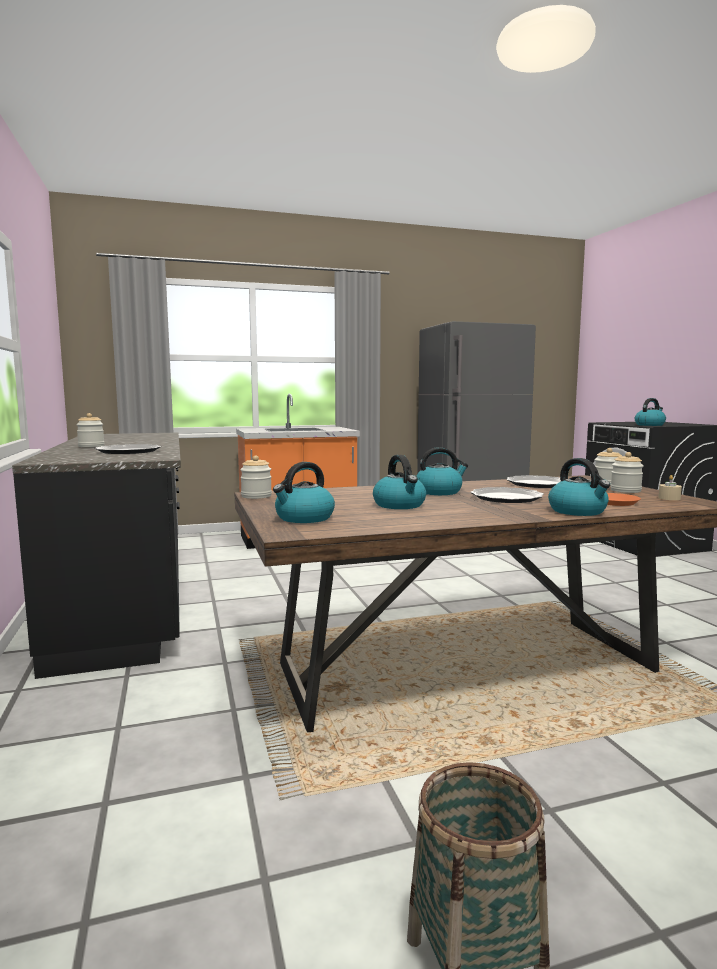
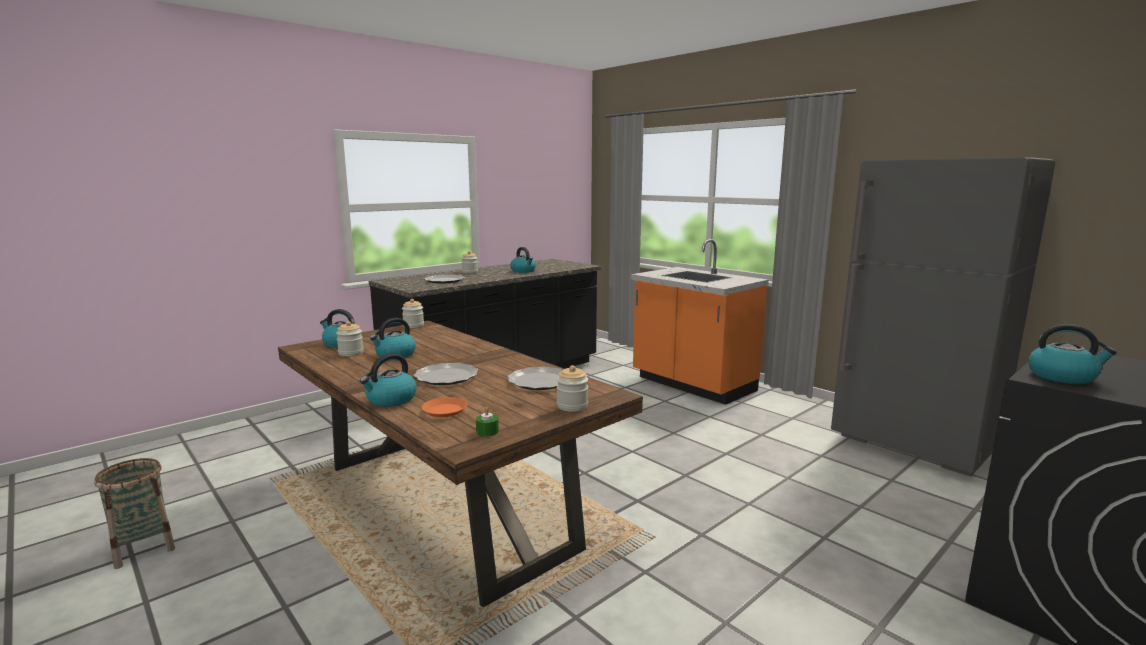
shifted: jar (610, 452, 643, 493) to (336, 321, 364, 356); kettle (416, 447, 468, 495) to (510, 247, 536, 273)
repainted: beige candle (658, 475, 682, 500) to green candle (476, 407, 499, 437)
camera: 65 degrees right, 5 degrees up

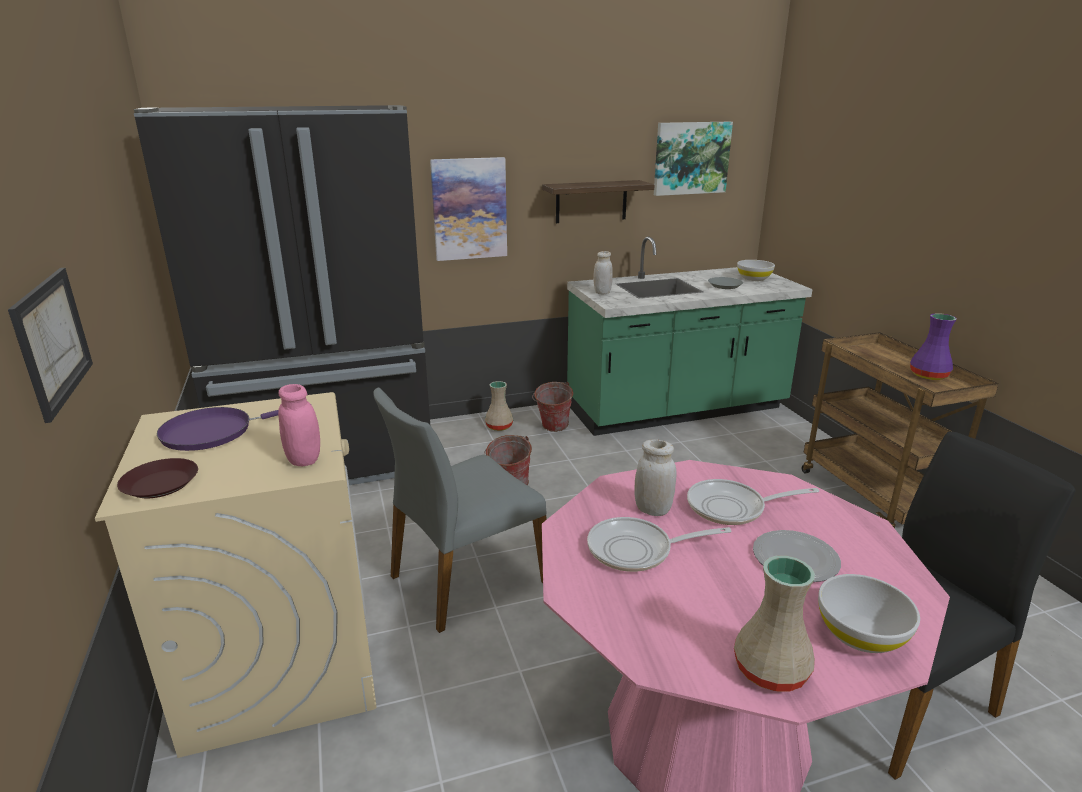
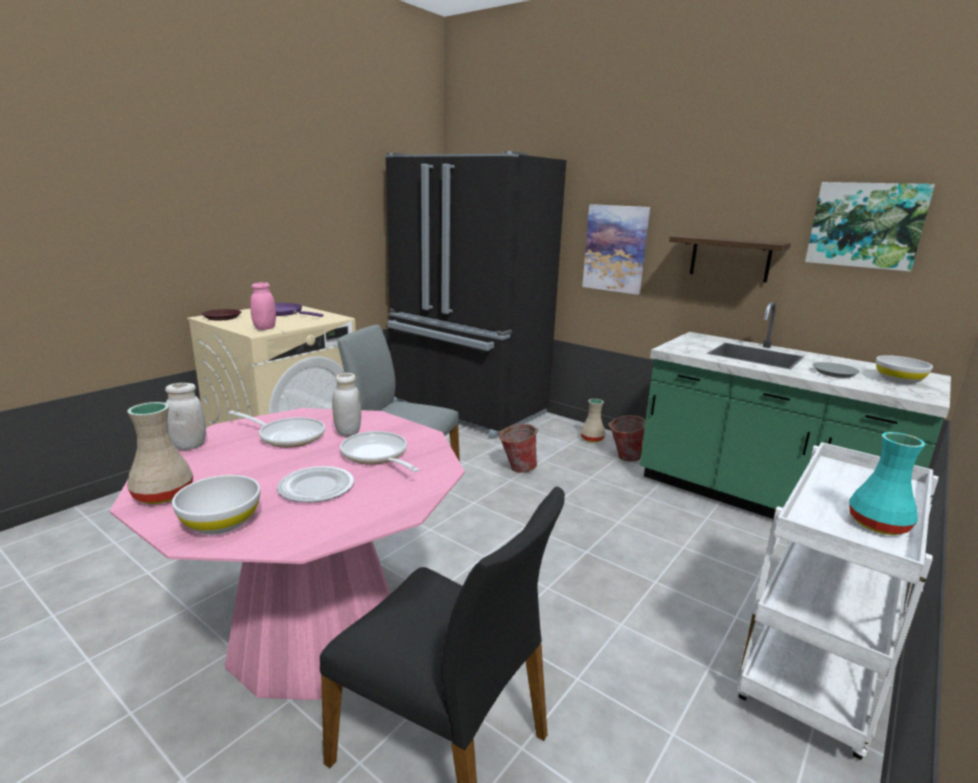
gone: picture (8, 268, 93, 423)
shifted: white jar (593, 251, 613, 294) to (165, 383, 206, 450)
repainted: brown cart (802, 332, 999, 528) to white cart (737, 442, 939, 760); purple vase (910, 313, 957, 380) to turquoise vase (849, 432, 926, 535)
rotated: frying pan (587, 517, 732, 572) = (229, 411, 325, 448) 150 degrees clockwise
camera: 55 degrees right, 5 degrees down

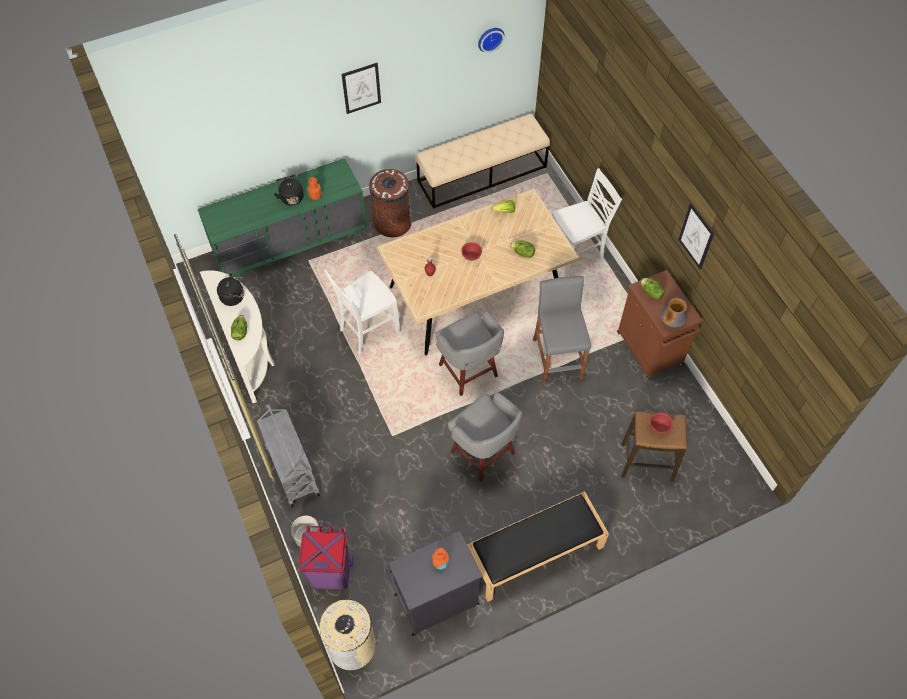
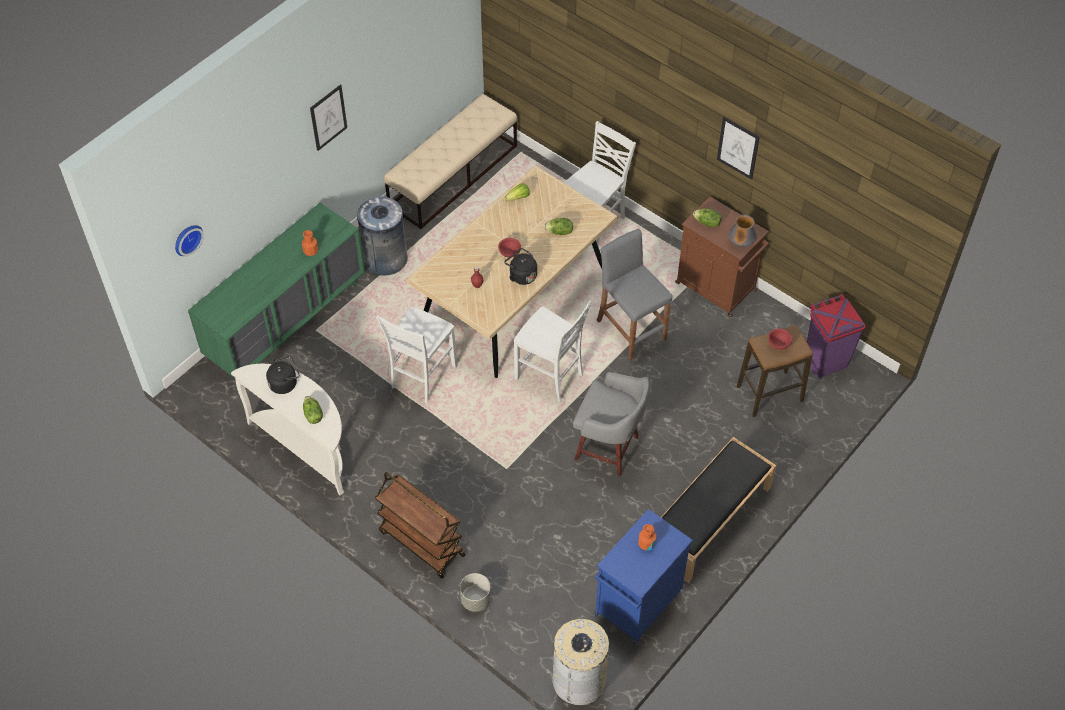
shifted: wall clock (478, 28, 505, 53) to (175, 225, 204, 256); black kettle (274, 174, 304, 206) to (504, 248, 537, 285); purple trash can (298, 525, 354, 589) to (807, 294, 866, 378)
swapped: grey stool (435, 311, 504, 396) to white chair (514, 300, 592, 402)
repainted: brown trash can (369, 169, 412, 237) to grey trash can (357, 197, 408, 276); grey cart (257, 404, 320, 507) to brown cart (375, 472, 465, 579); black cabinet (387, 531, 482, 636) to blue cabinet (595, 509, 693, 645)
camera: 25 degrees left, 5 degrees down

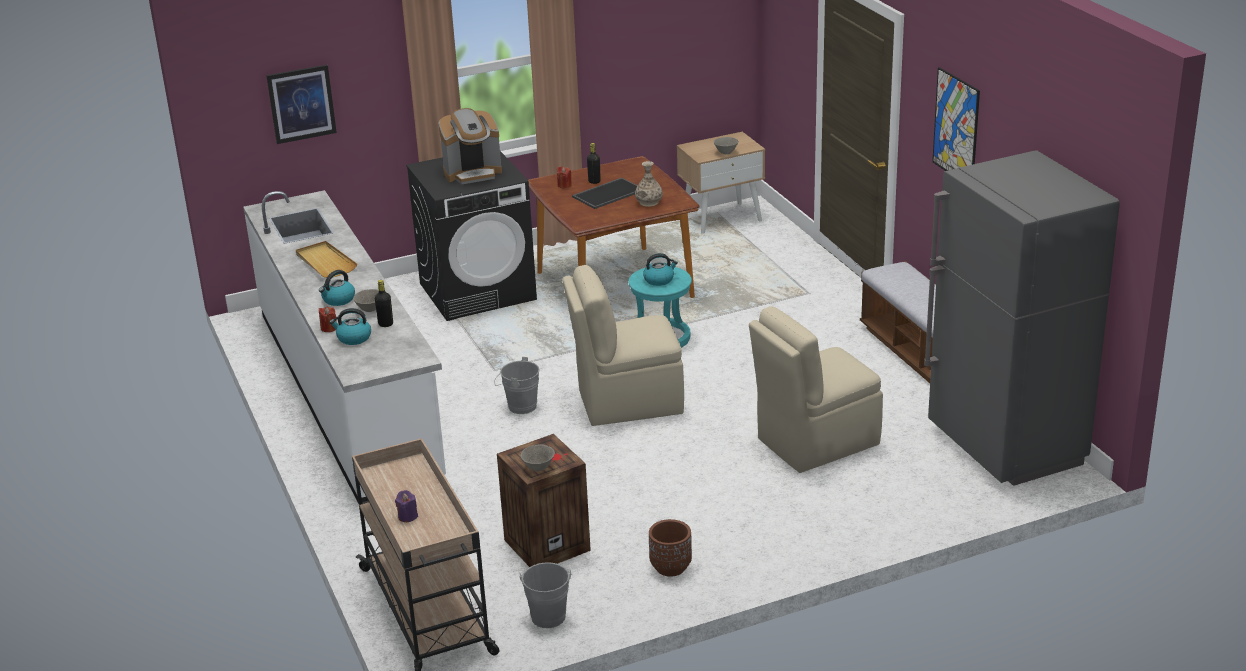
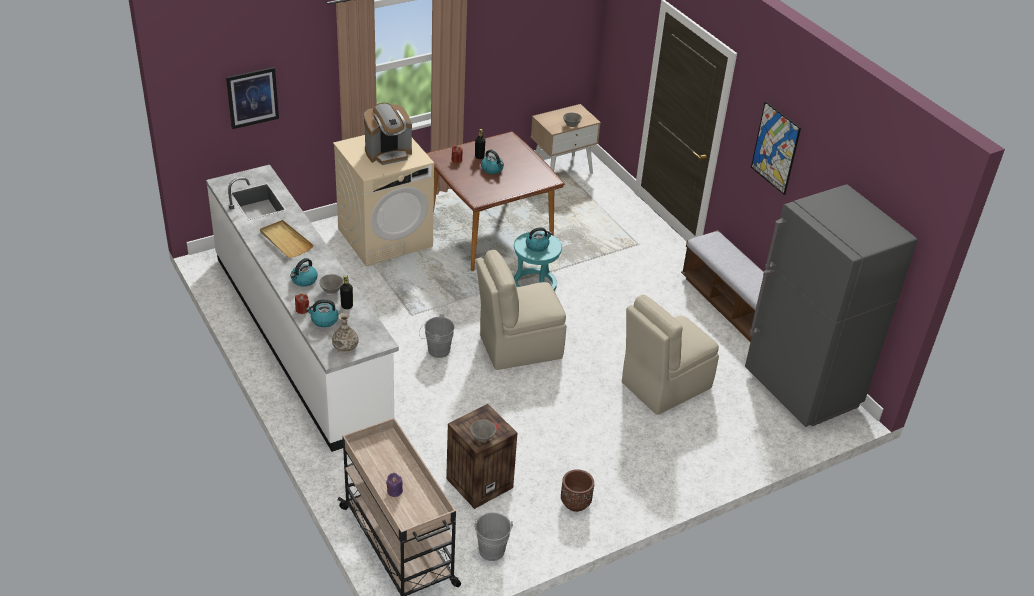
shifted: vase (635, 161, 663, 207) to (332, 313, 359, 353)
swapped: tray (572, 178, 638, 209) to kettle (481, 149, 504, 174)
repainted: black washing machine (406, 151, 537, 321) to beige washing machine (333, 135, 434, 266)
camera: 10 degrees left, 10 degrees up

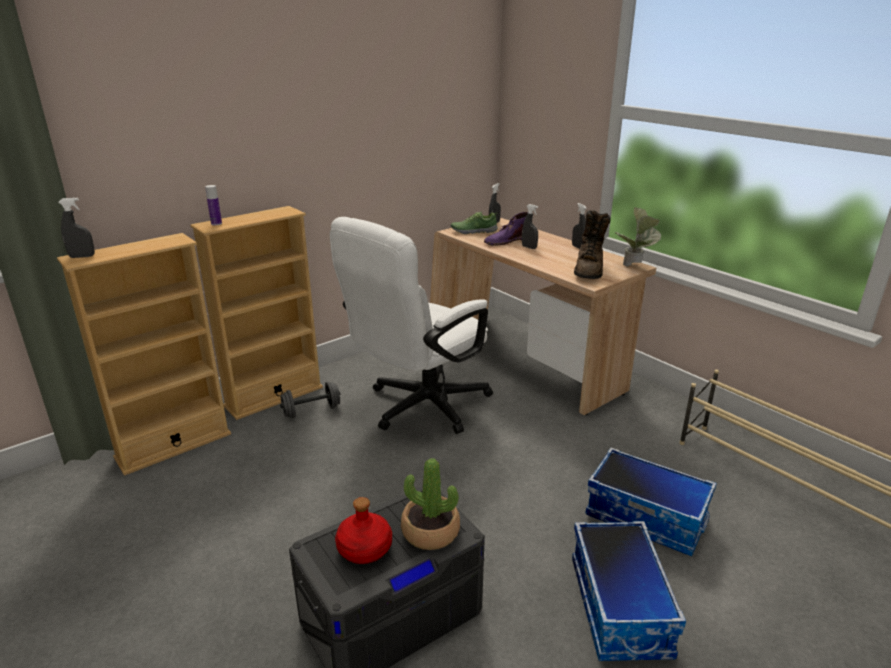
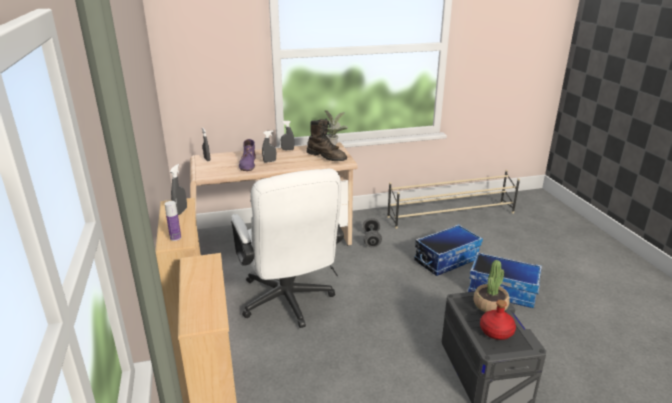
gone: shoe (450, 212, 498, 234)
shifted: grey spray bottle (58, 198, 95, 258) to (170, 164, 187, 215); grey dumbbell (280, 381, 340, 418) to (363, 218, 382, 248)
camera: 65 degrees left, 0 degrees up

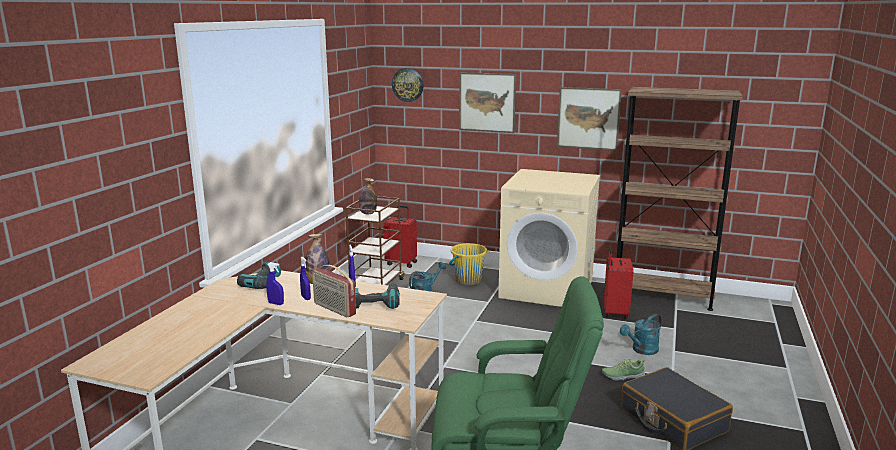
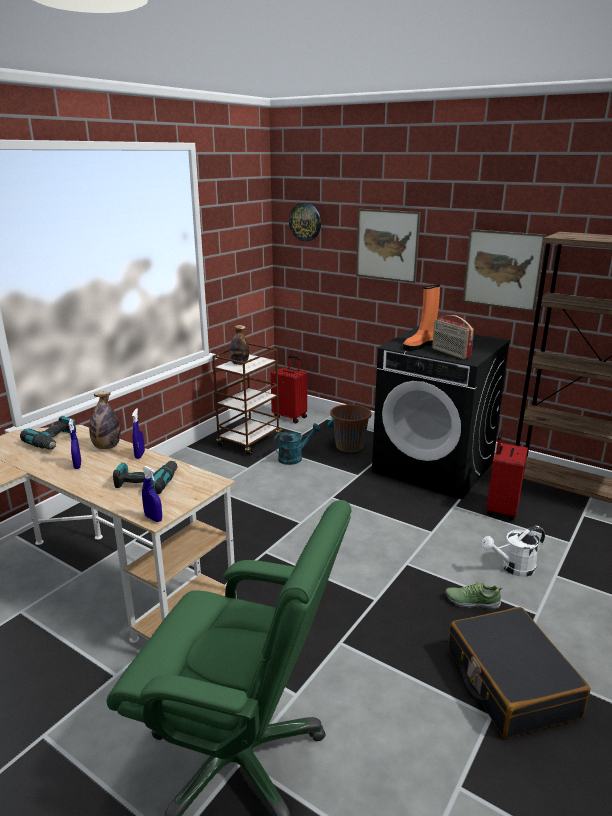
new: orange boot (403, 284, 440, 351)
shifted: blue spray bottle (266, 262, 284, 305) to (142, 466, 162, 522); radio (312, 265, 356, 318) to (432, 315, 474, 359)
repainted: yellow bucket (449, 243, 487, 286) to brown bucket (328, 404, 372, 453); beige washing machine (498, 169, 600, 307) to black washing machine (372, 325, 511, 500); turquoise watering can (620, 314, 662, 355) to white watering can (481, 526, 545, 577)
camera: 15 degrees right, 5 degrees up

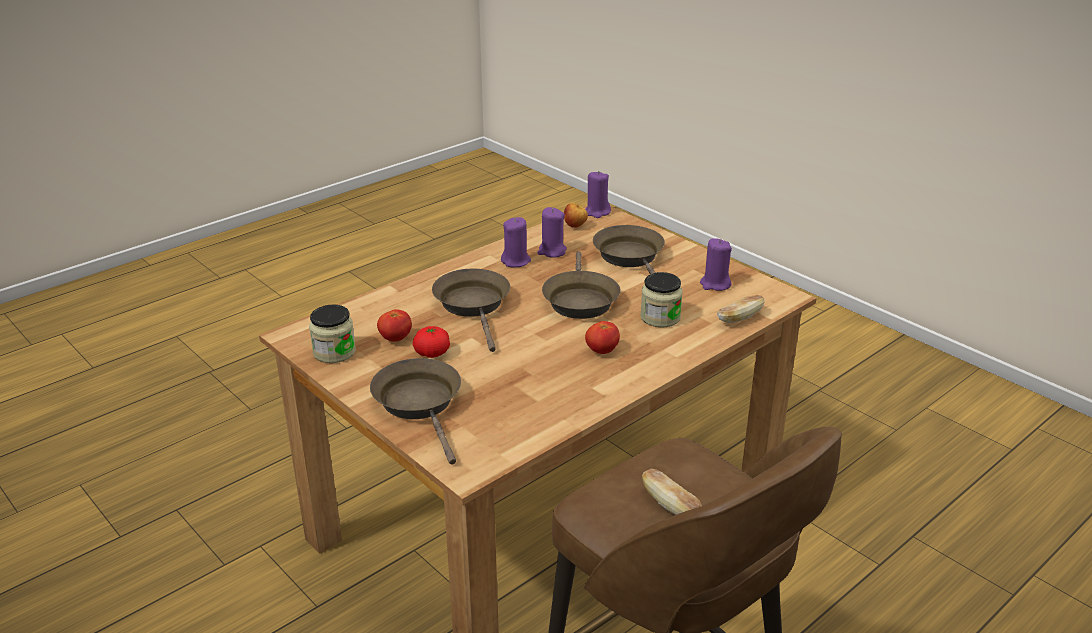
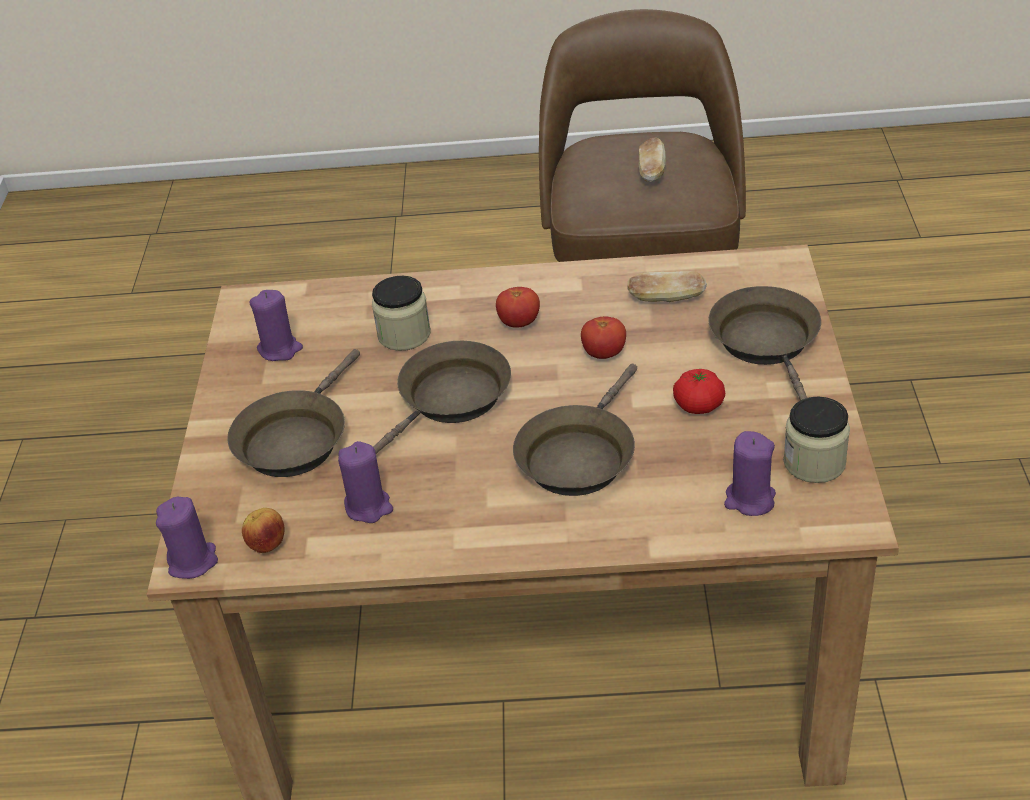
shifted: tomato (377, 309, 412, 342) to (581, 316, 626, 359); bread (717, 295, 765, 323) to (627, 271, 707, 302); purple candle (501, 217, 531, 267) to (724, 431, 776, 516)
rotated: brown frying pan (370, 358, 461, 465) = (708, 286, 821, 400) 150 degrees clockwise
camera: 135 degrees left, 10 degrees up

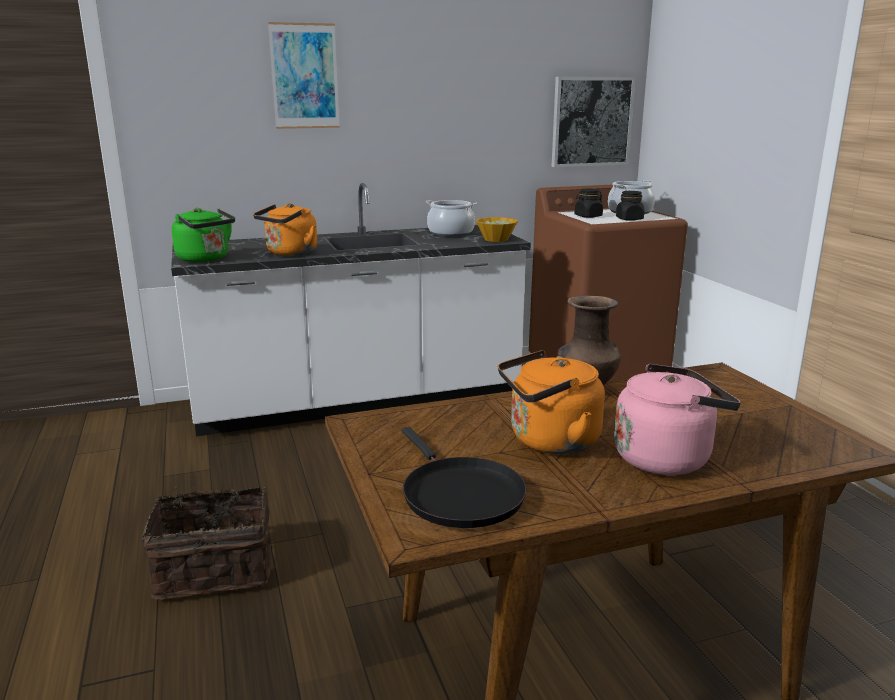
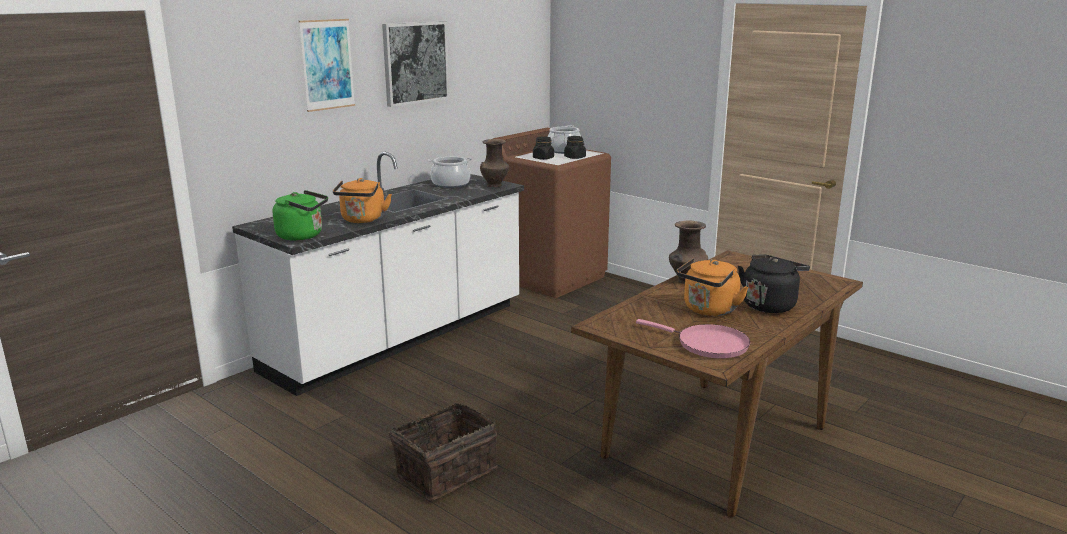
shifted: picture (551, 77, 636, 167) to (382, 21, 449, 107)
swapped: bowl (476, 217, 518, 242) to brown vase (480, 139, 509, 187)
repainted: black frying pan (402, 427, 527, 528) to pink frying pan (636, 319, 750, 358); pink kettle (614, 364, 741, 475) to black kettle (738, 255, 810, 313)
camera: 30 degrees left, 0 degrees up

